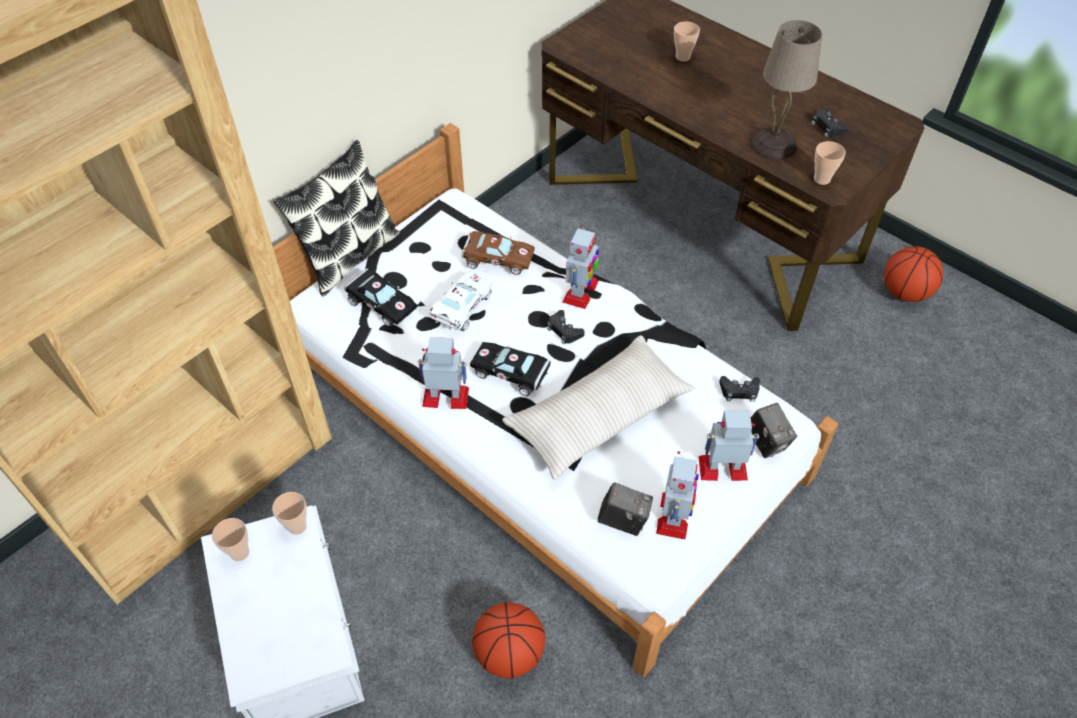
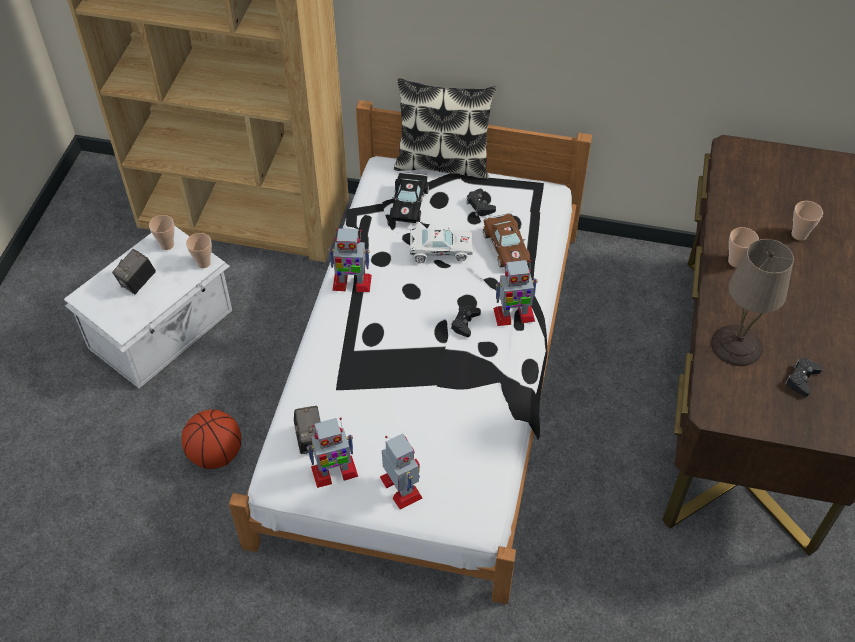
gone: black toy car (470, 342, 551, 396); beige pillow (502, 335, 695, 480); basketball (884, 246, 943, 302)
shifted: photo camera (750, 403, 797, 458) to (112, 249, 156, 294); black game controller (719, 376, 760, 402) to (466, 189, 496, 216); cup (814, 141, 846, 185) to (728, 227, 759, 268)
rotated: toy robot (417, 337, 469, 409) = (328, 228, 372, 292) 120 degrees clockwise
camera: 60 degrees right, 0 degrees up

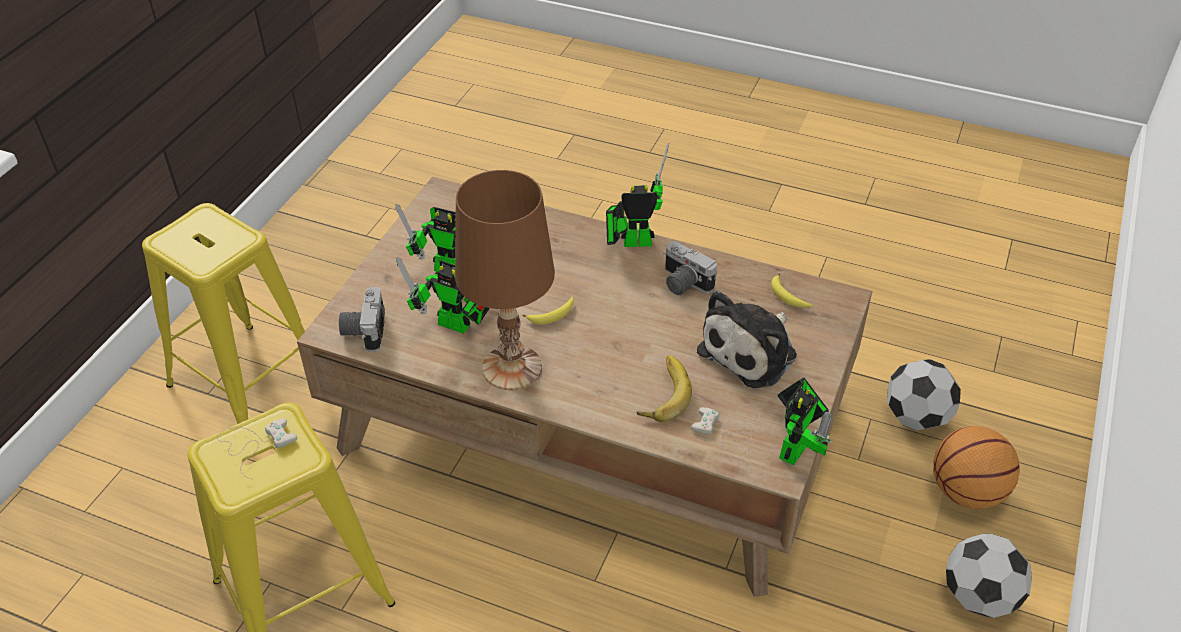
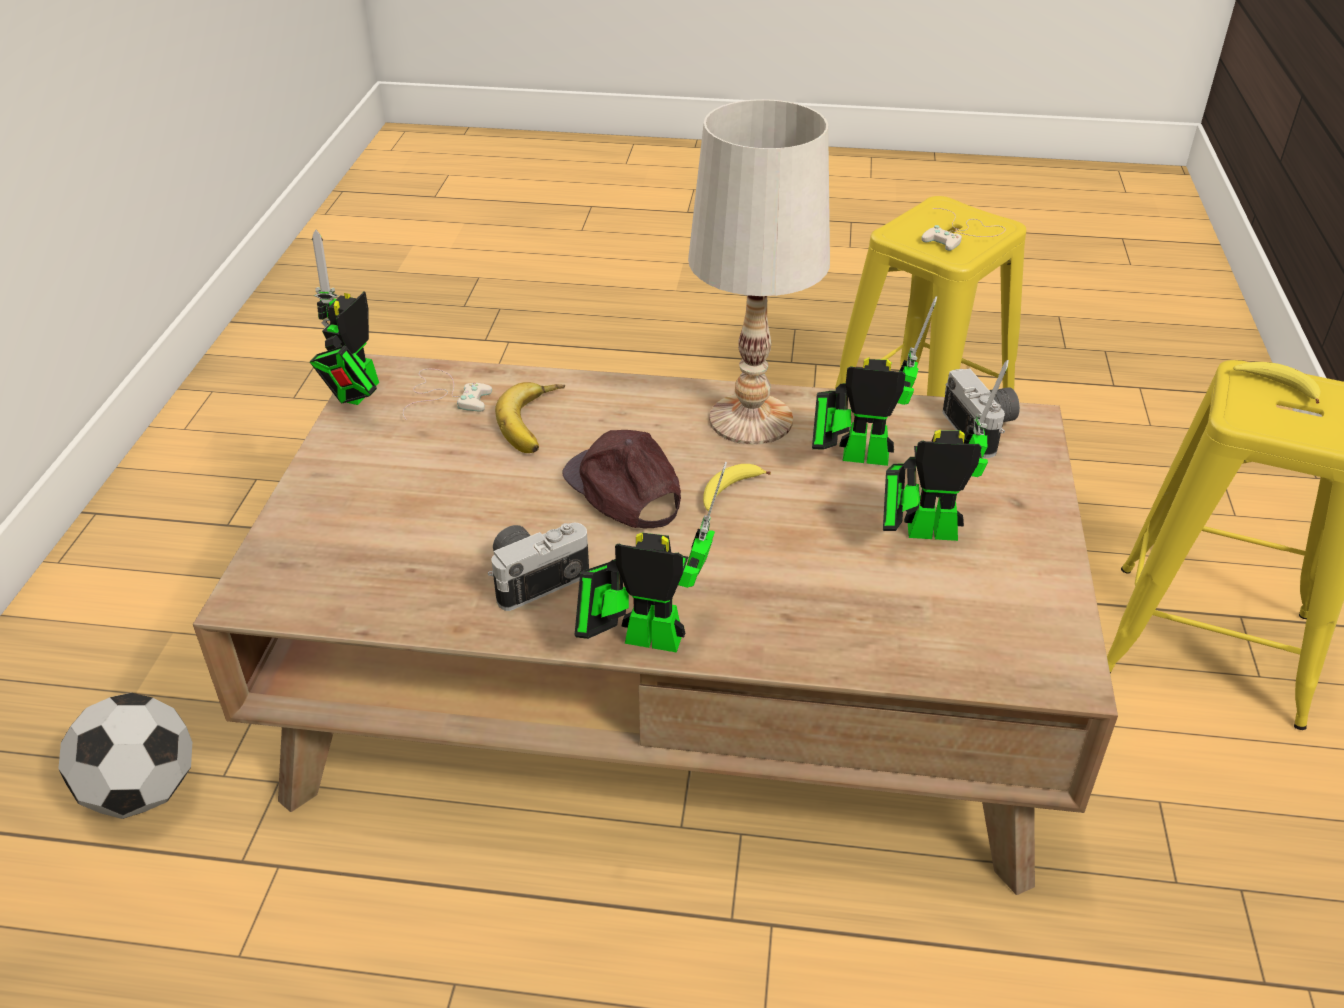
gone: plush toy (697, 291, 797, 388); basketball (933, 426, 1020, 509); football (946, 533, 1032, 618)
new: brown cap (563, 430, 681, 528)
shifted: banana (771, 273, 813, 307) to (1233, 362, 1321, 404)
repainted: brown table lamp (455, 170, 555, 390) to white table lamp (688, 99, 830, 445)
rotated: photo camera (663, 241, 717, 295) = (488, 522, 589, 611) 60 degrees counterclockwise; toy robot (606, 143, 669, 247) = (575, 462, 727, 653) 150 degrees counterclockwise
camera: 165 degrees right, 5 degrees down

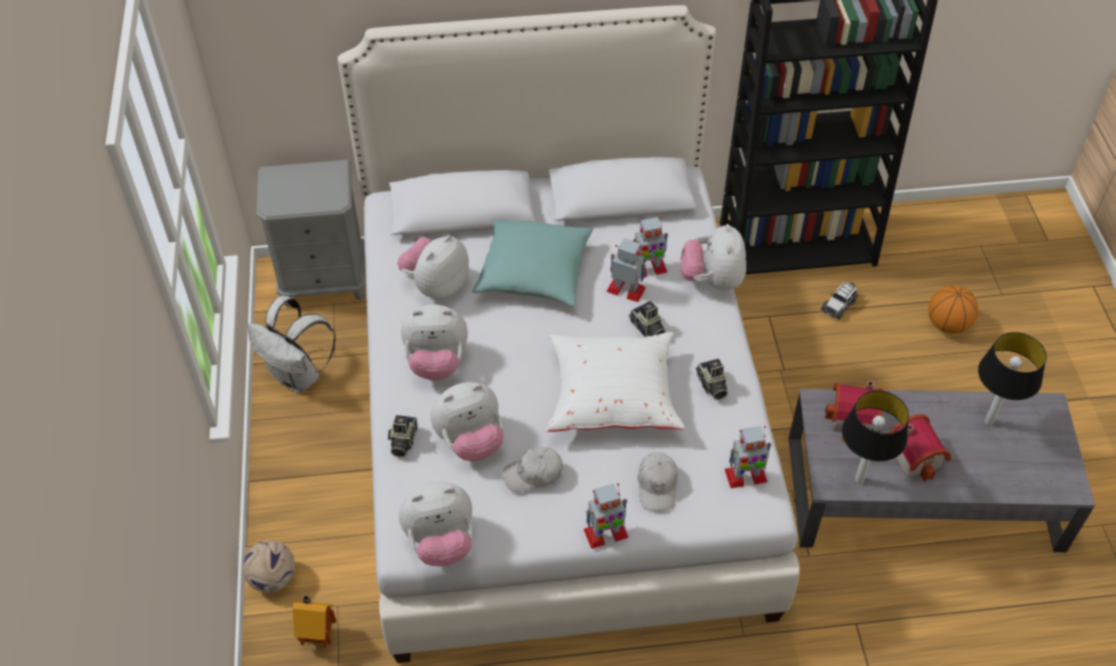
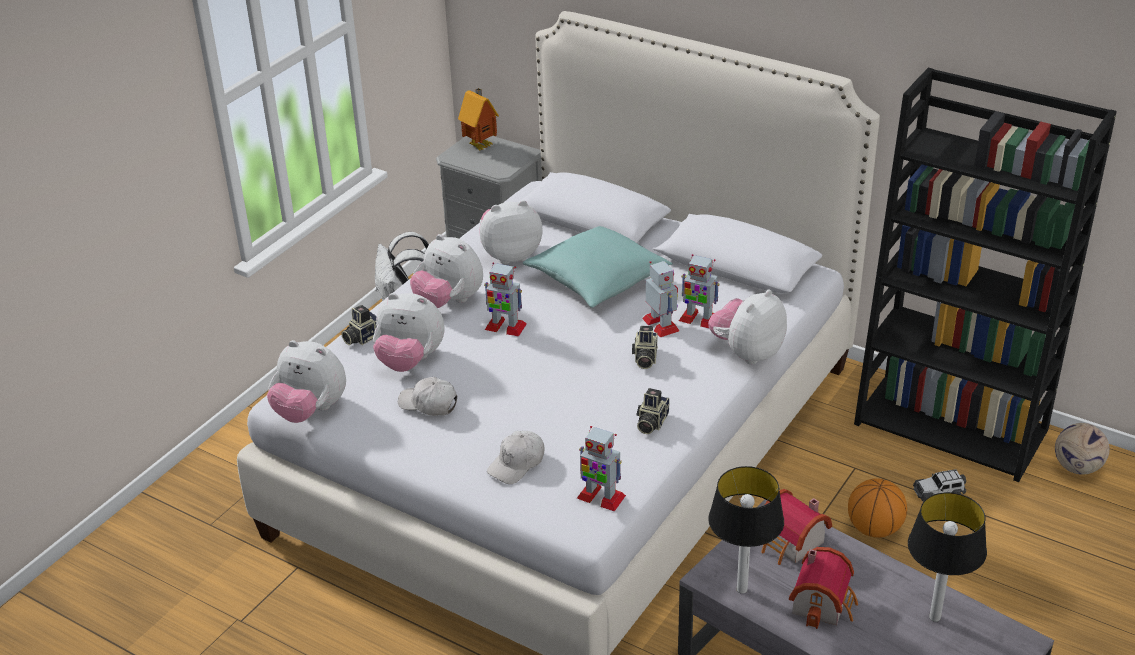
gone: white pillow (546, 332, 685, 432)
shifted: toy house (292, 595, 336, 647) to (458, 88, 499, 150); toy robot (584, 483, 629, 549) to (484, 262, 527, 337); basketball (928, 285, 978, 333) to (848, 478, 907, 538); football (242, 540, 295, 593) to (1055, 423, 1110, 475)
camera: 40 degrees right, 15 degrees down

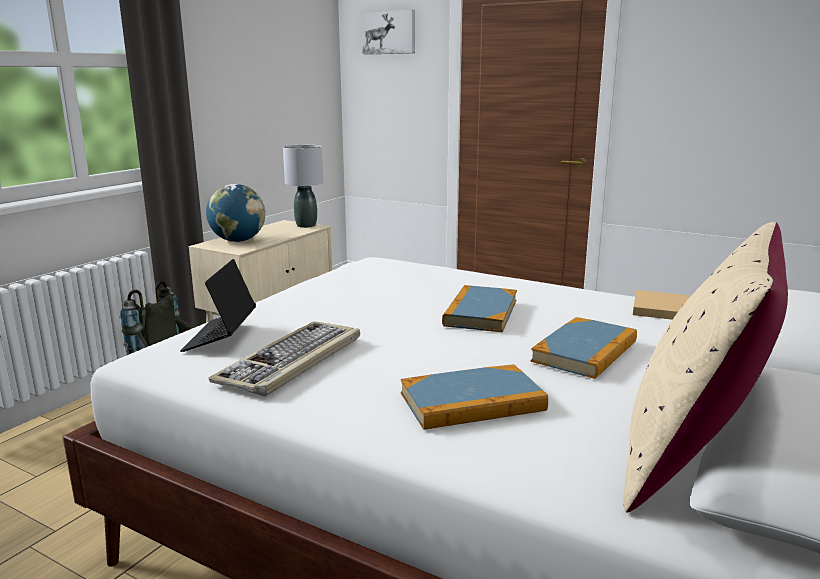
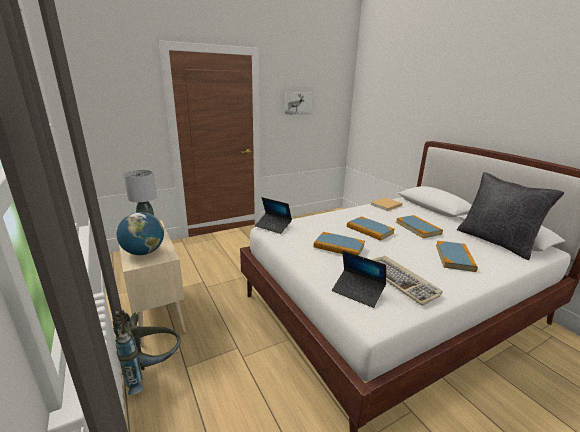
new: laptop (255, 197, 292, 234); book (314, 232, 365, 256)
shifted: picture (362, 10, 415, 54) to (285, 92, 313, 115)
repainted: beige pillow (623, 222, 788, 513) to black pillow (457, 172, 565, 260)
camera: 60 degrees left, 5 degrees up

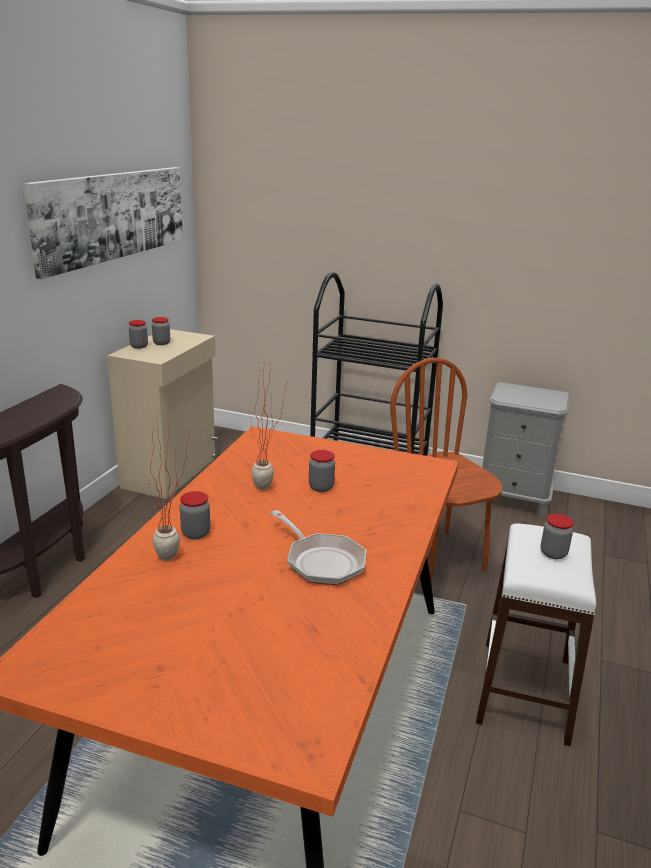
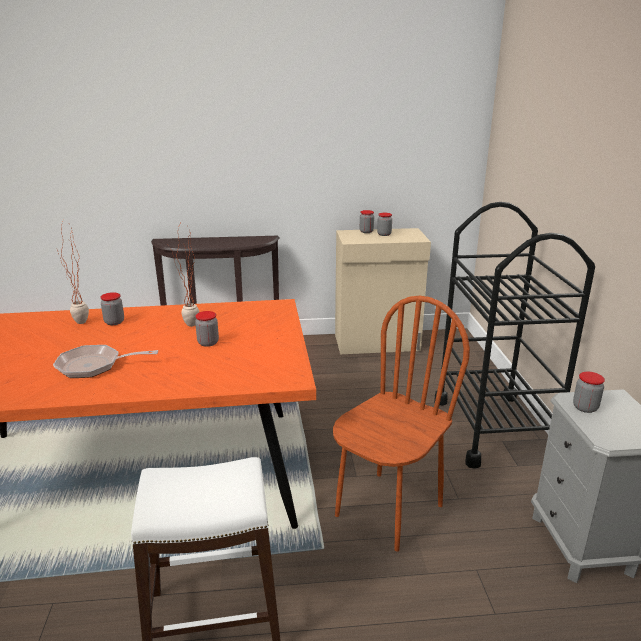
gone: picture (23, 167, 183, 279)
shifted: jar (541, 514, 574, 559) to (573, 372, 605, 413)
rotated: frying pan (270, 510, 366, 585) = (53, 345, 158, 378) 60 degrees clockwise
camera: 65 degrees right, 0 degrees up

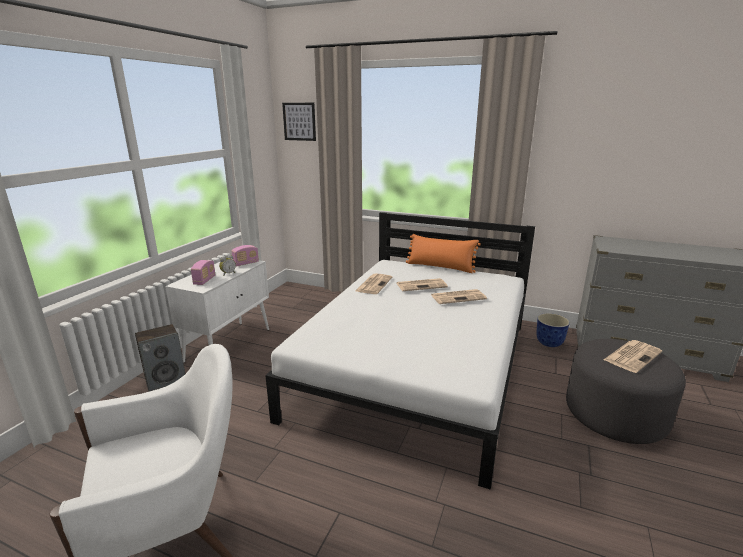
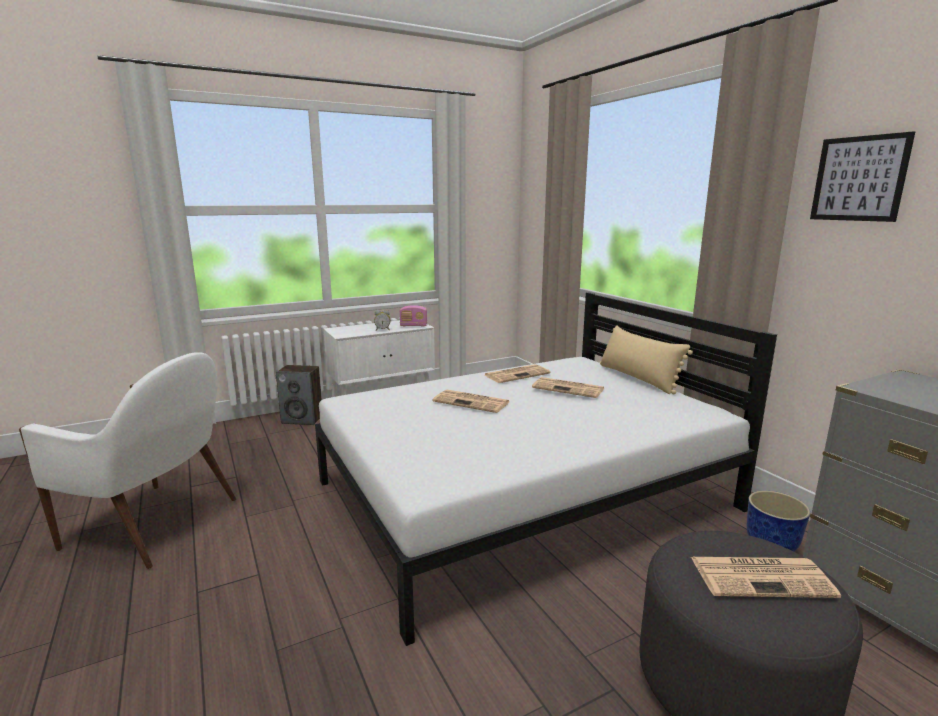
gone: radio (191, 260, 215, 285)
shifted: newspaper (431, 289, 487, 304) to (433, 390, 509, 413); picture (282, 103, 316, 141) to (810, 131, 915, 222)
repainted: orange pillow (406, 234, 481, 273) to beige pillow (600, 325, 693, 394)
camera: 40 degrees right, 5 degrees down

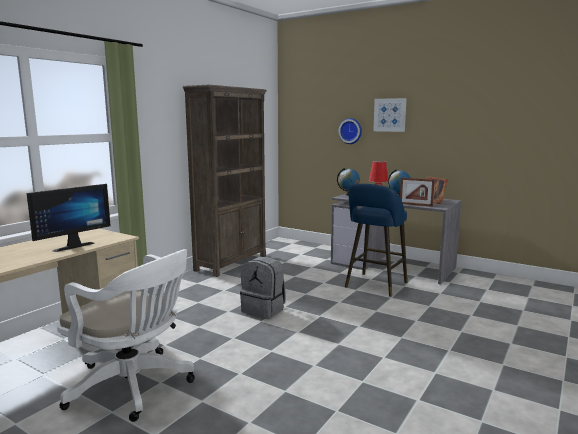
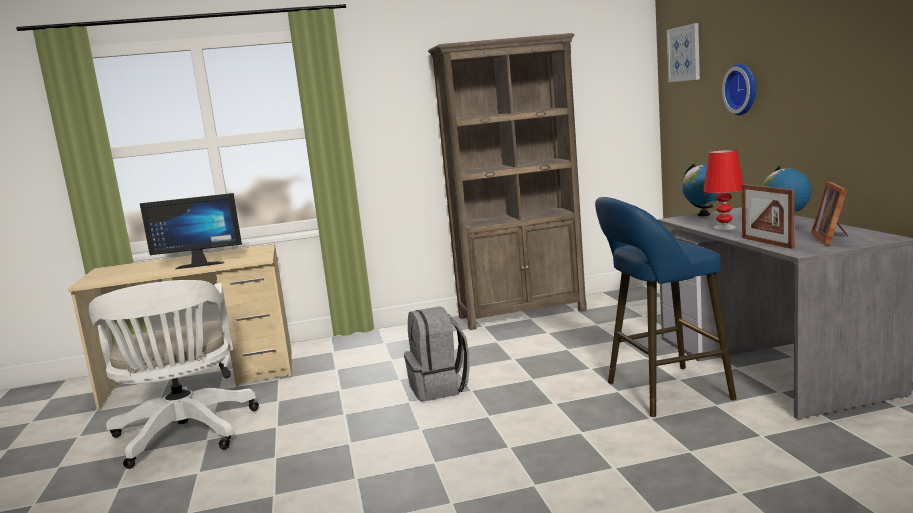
shifted: picture (373, 98, 407, 132) to (667, 23, 700, 82)
camera: 45 degrees right, 0 degrees up

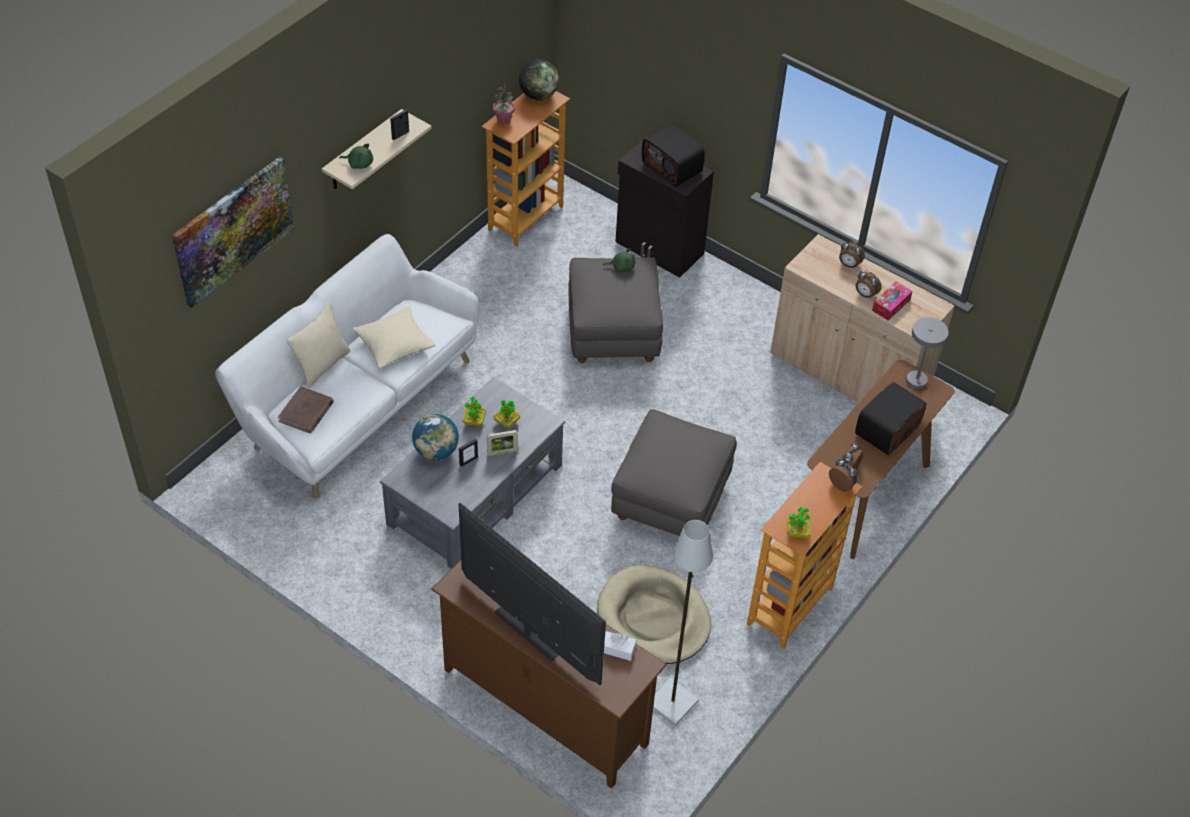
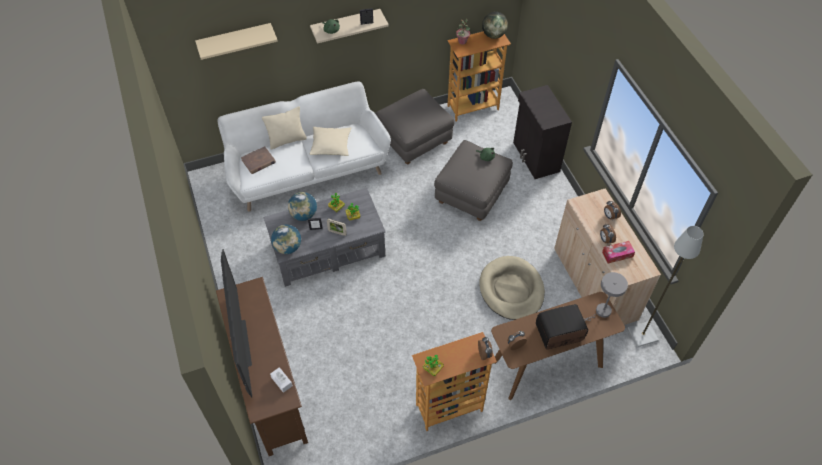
gone: radio (642, 124, 705, 187)
new: globe (271, 225, 301, 254)
shifted: grey ottoman (611, 409, 737, 536) to (376, 89, 454, 164); beige dog bed (597, 565, 711, 664) to (479, 256, 545, 320); grey floor lamp (653, 520, 713, 726) to (628, 226, 704, 347)
swapped: picture (172, 156, 294, 308) to beige shelf (195, 23, 278, 60)
camera: 35 degrees right, 5 degrees up

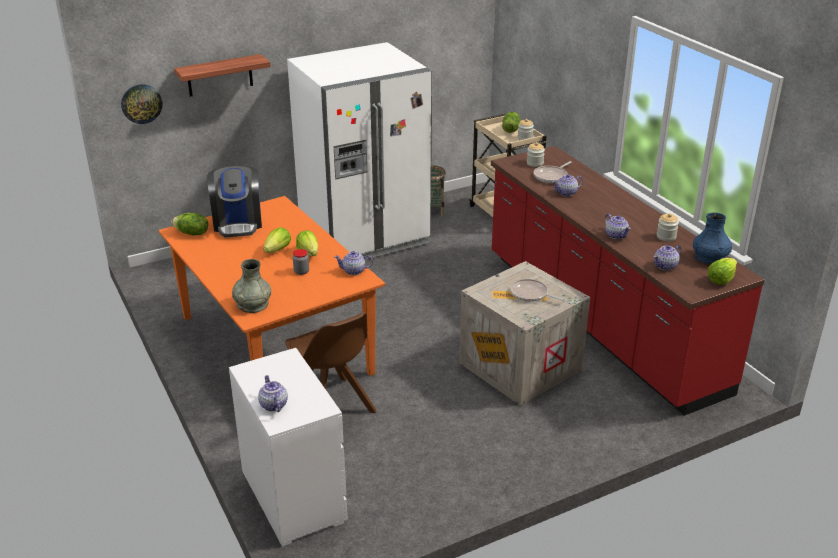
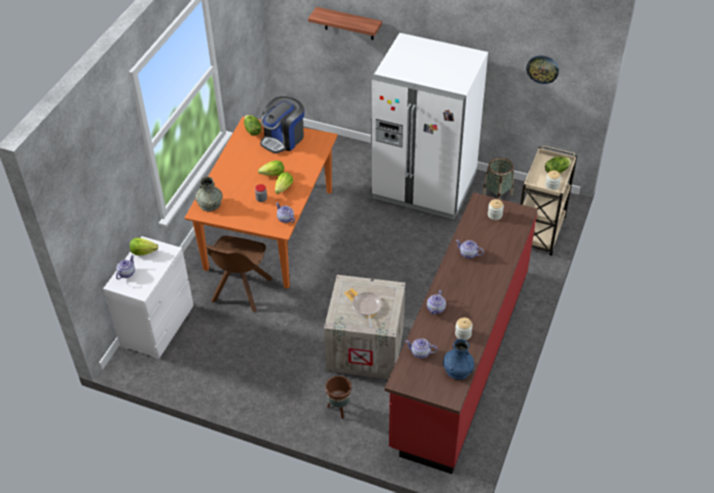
gone: frying pan (533, 161, 572, 183)
new: brown planter (325, 376, 352, 419)
shifted: lettuce (708, 258, 737, 285) to (130, 238, 158, 255); wall clock (121, 84, 163, 124) to (526, 56, 559, 84)
camera: 50 degrees right, 15 degrees up

